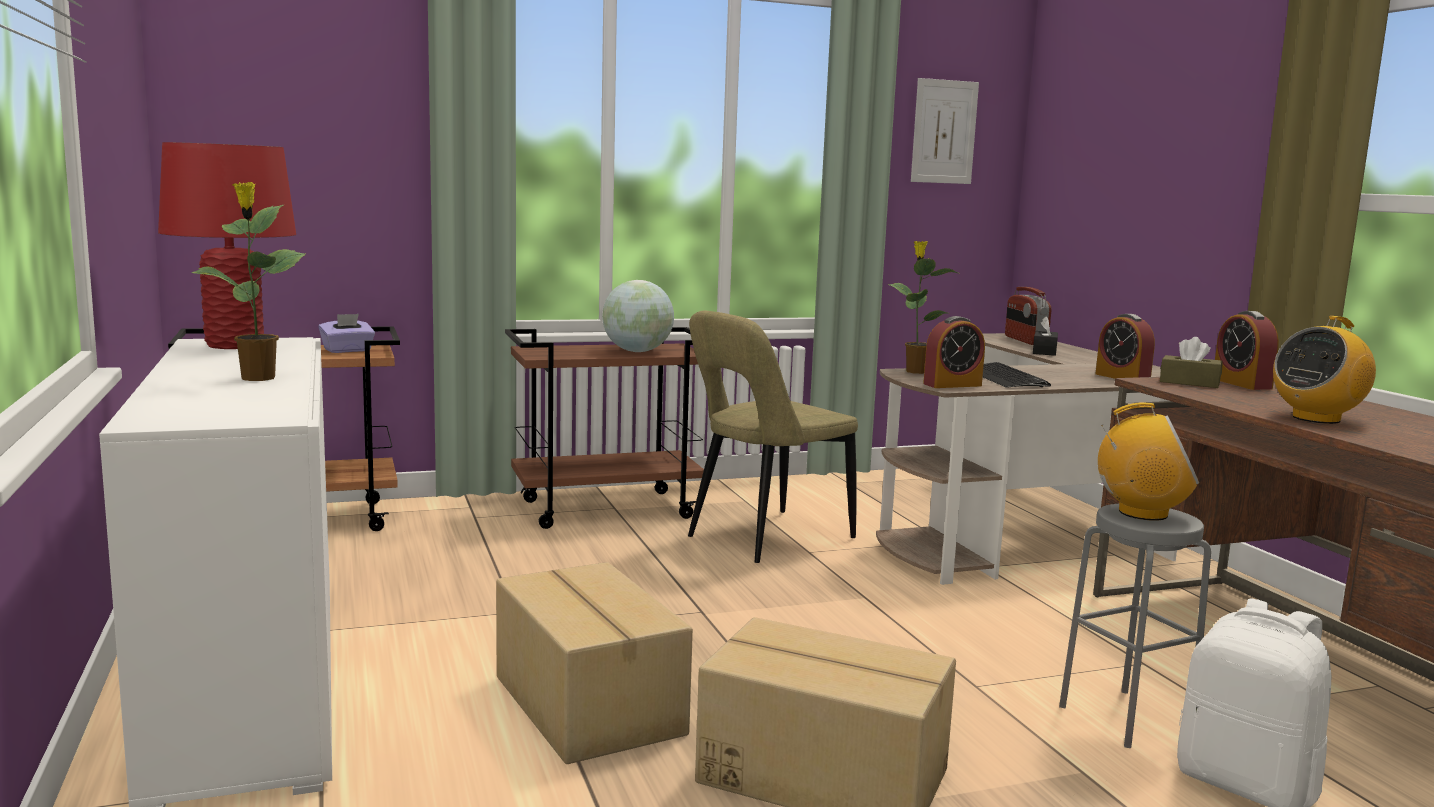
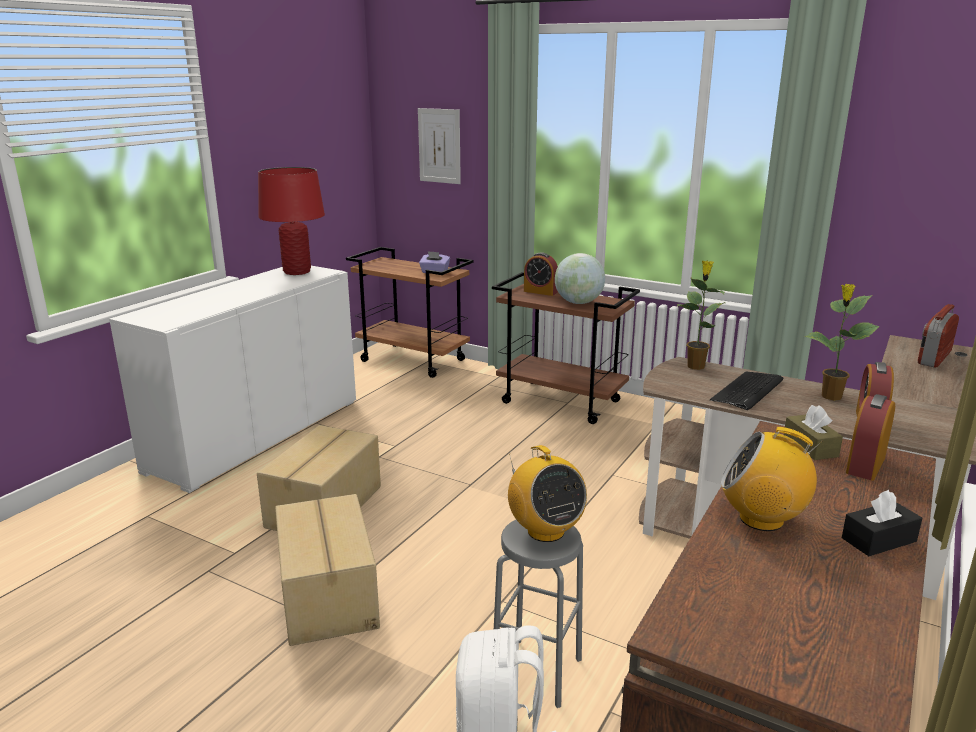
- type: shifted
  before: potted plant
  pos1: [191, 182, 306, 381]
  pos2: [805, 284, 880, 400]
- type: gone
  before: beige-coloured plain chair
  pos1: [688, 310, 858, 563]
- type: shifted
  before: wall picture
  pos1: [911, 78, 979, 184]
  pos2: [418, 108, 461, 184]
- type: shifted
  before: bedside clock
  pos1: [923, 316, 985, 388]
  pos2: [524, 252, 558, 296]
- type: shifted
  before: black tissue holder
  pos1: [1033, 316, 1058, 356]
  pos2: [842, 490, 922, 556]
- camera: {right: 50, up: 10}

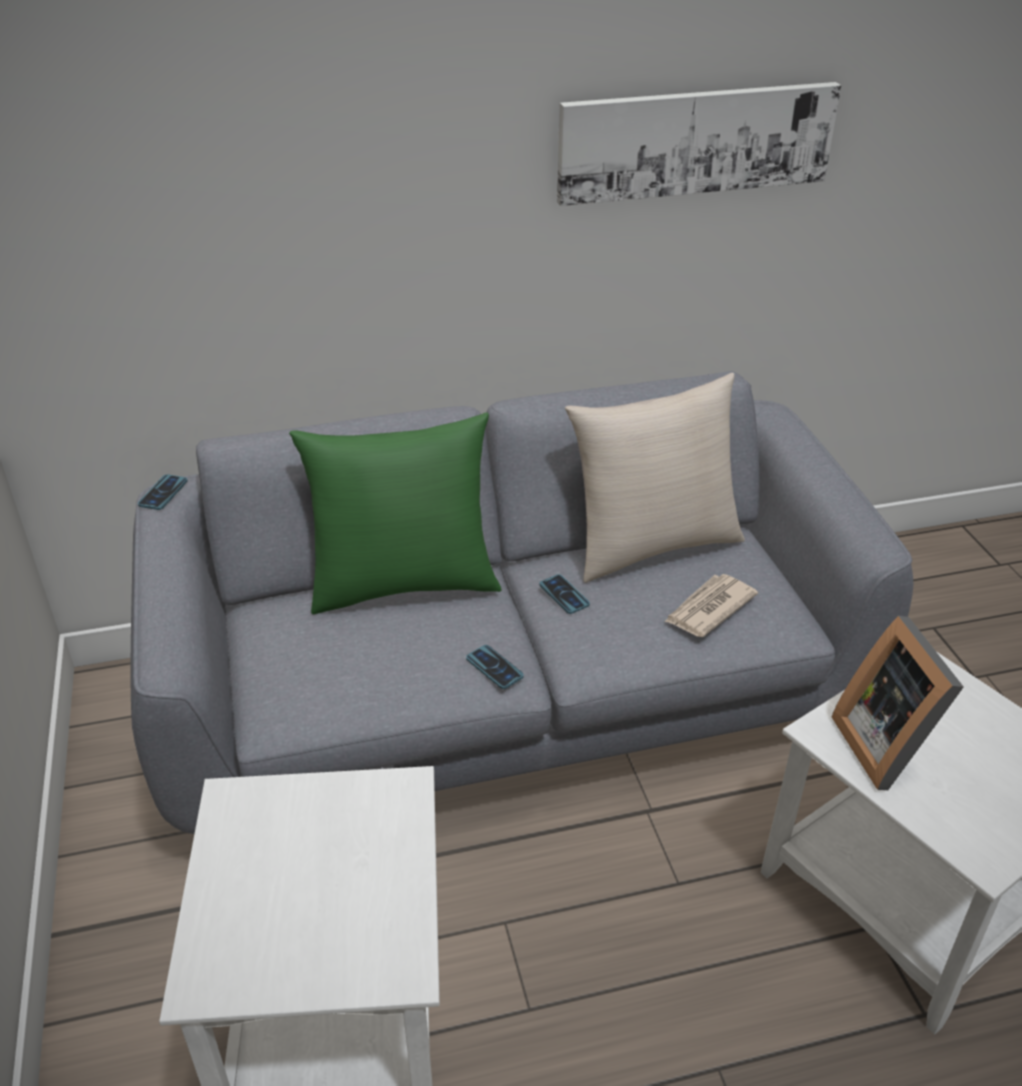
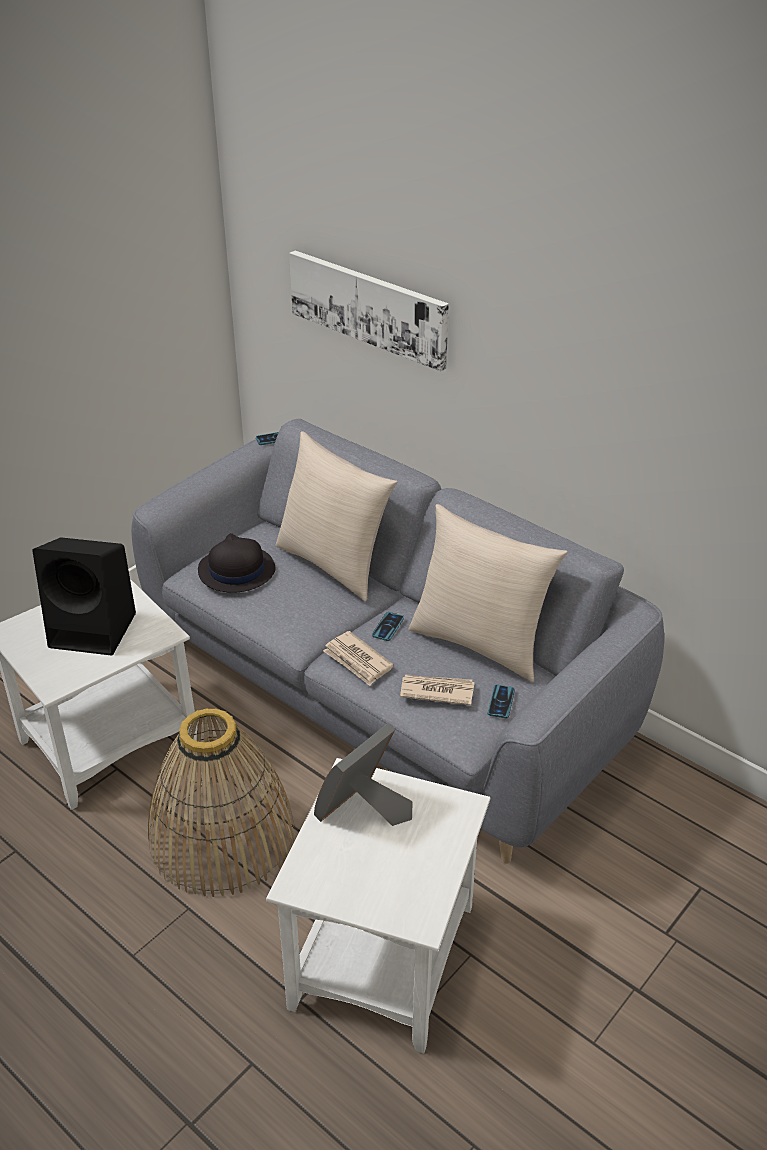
- type: repainted
  before: green-coloured pillow
  after: beige-coloured pillow
  pos1: [289, 412, 502, 614]
  pos2: [276, 431, 397, 601]
- type: shifted
  before: telephone
  pos1: [466, 645, 524, 689]
  pos2: [488, 684, 515, 718]
- type: shifted
  before: wall picture
  pos1: [557, 82, 841, 206]
  pos2: [289, 250, 449, 371]
- type: new
  after: black audio speaker
  pos2: [32, 537, 136, 656]
- type: new
  after: basket
  pos2: [148, 708, 294, 897]
- type: new
  after: black clothing hat
  pos2: [198, 533, 275, 593]
- type: new
  after: printed paper
  pos2: [323, 631, 394, 686]
- camera: {right: 55, up: 0}

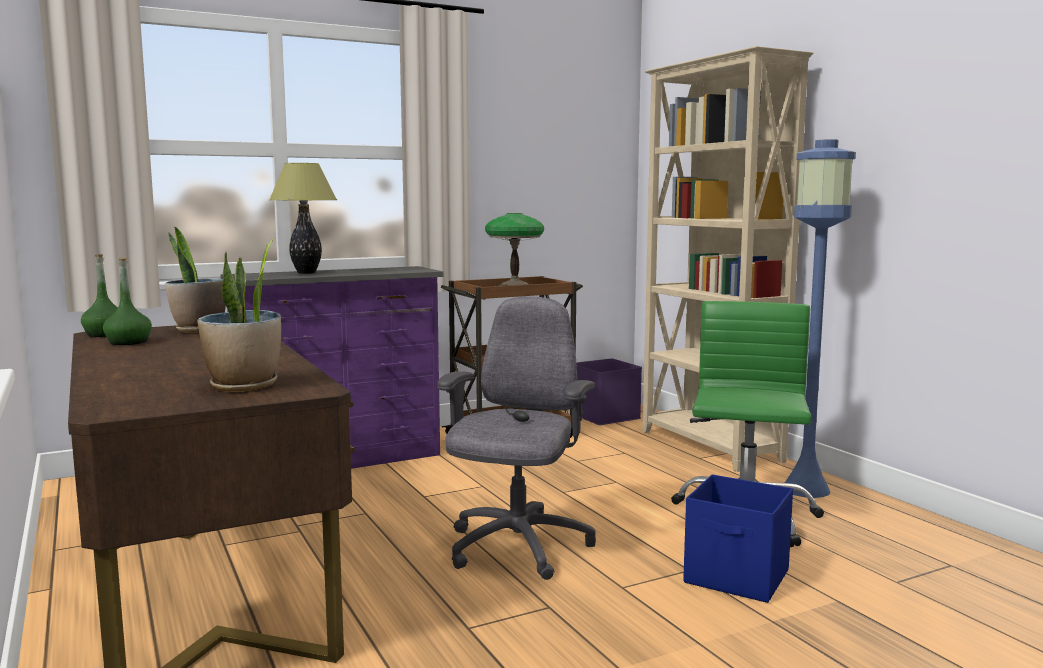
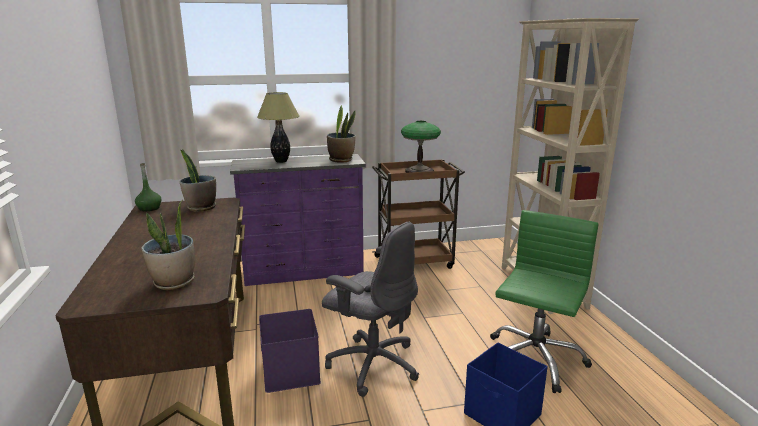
- type: gone
  before: green-coloured bottle
  pos1: [103, 257, 152, 345]
- type: rotated
  before: grey computer chair
  pos1: [437, 296, 596, 580]
  pos2: [322, 222, 419, 397]
  turn: 90
- type: shifted
  before: purple storage box
  pos1: [576, 358, 642, 425]
  pos2: [259, 309, 321, 393]
- type: gone
  before: blue-coloured standing lamp
  pos1: [785, 139, 856, 498]
- type: new
  after: potted plant
  pos2: [327, 105, 356, 163]
- camera: {right: 15, up: 10}

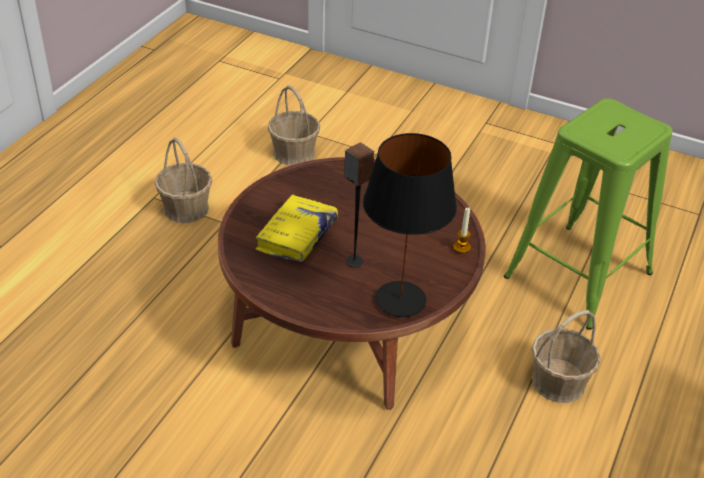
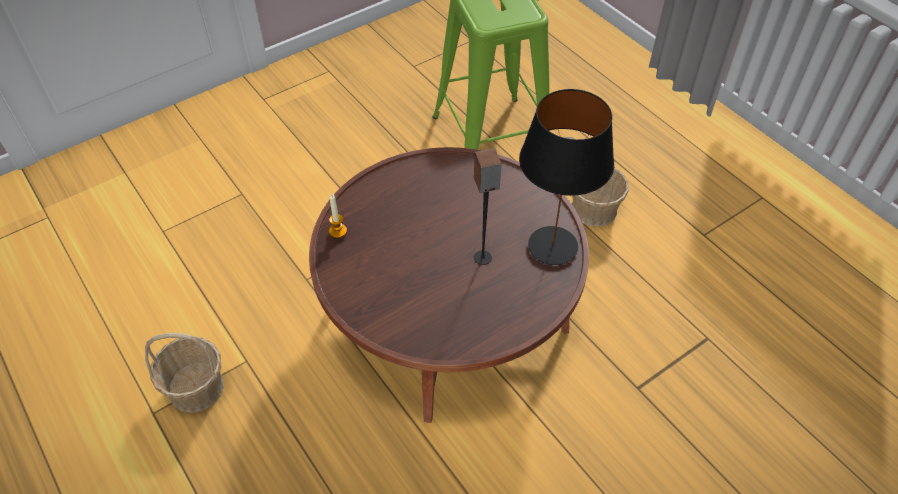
- type: gone
  before: yellow-coloured volume
  pos1: [255, 195, 338, 262]
- type: gone
  before: basket
  pos1: [268, 85, 320, 166]
- type: shifted
  before: candle
  pos1: [453, 207, 471, 253]
  pos2: [329, 195, 347, 238]
- camera: {right: -60, up: 10}

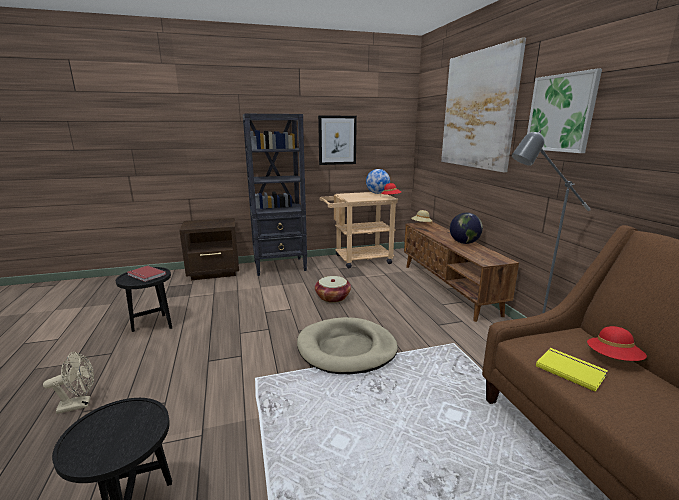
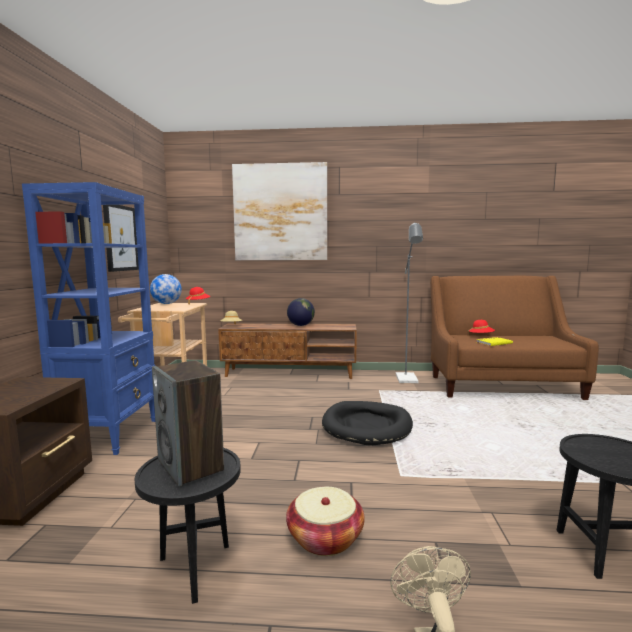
- type: swapped
  before: red-coloured volume
  after: audio speaker
  pos1: [127, 266, 166, 282]
  pos2: [152, 360, 224, 487]
- type: repainted
  before: black bookcase
  after: blue-coloured bookcase
  pos1: [243, 114, 307, 276]
  pos2: [22, 182, 155, 455]
- type: repainted
  before: beige-coloured dog cushion
  after: black dog cushion
  pos1: [297, 317, 398, 374]
  pos2: [322, 401, 413, 445]
- type: shifted
  before: basket
  pos1: [315, 276, 351, 303]
  pos2: [286, 487, 365, 556]
- type: gone
  before: wall picture
  pos1: [527, 68, 602, 153]
- camera: {right: -70, up: -10}

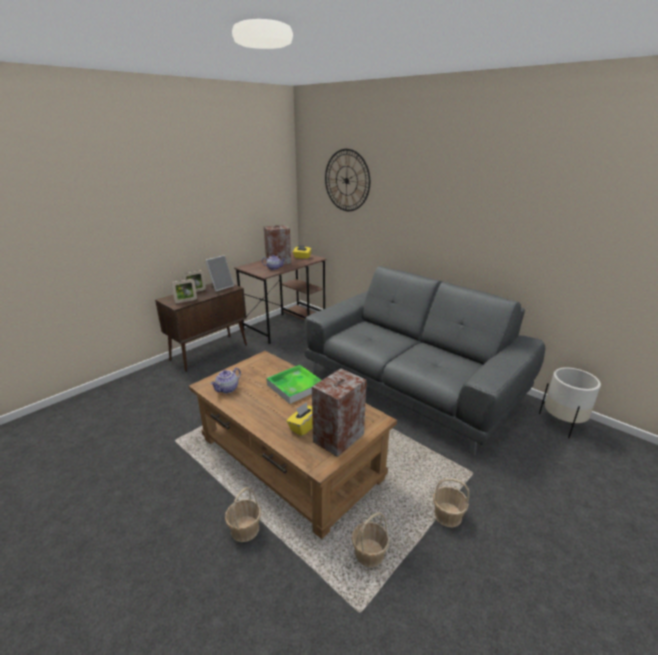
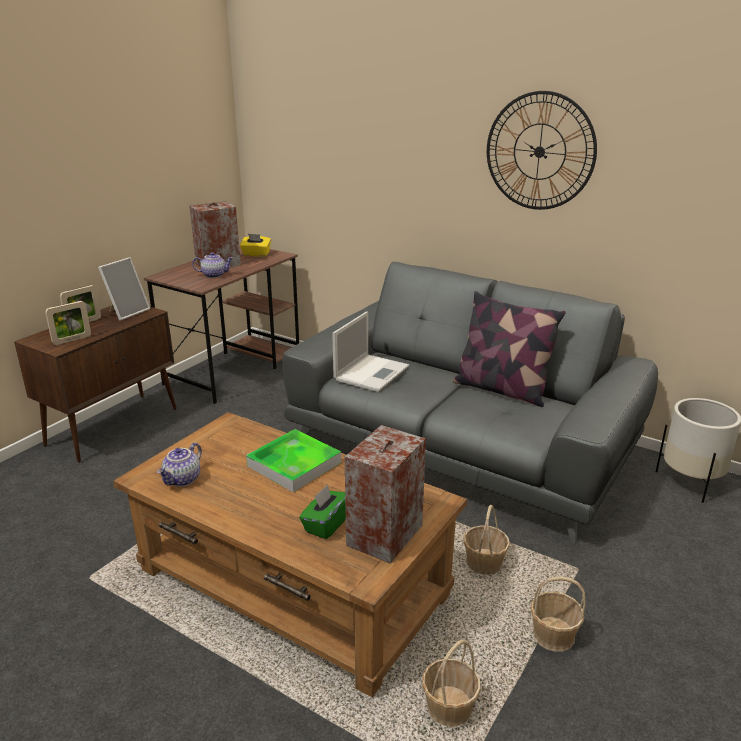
- type: shifted
  before: basket
  pos1: [225, 487, 261, 542]
  pos2: [463, 505, 510, 575]
- type: repainted
  before: yellow-coloured tissue holder
  after: green-coloured tissue holder
  pos1: [286, 402, 313, 436]
  pos2: [299, 485, 346, 539]
- type: shifted
  before: wall clock
  pos1: [325, 149, 370, 211]
  pos2: [487, 91, 597, 210]
- type: new
  after: notebook computer
  pos2: [332, 311, 409, 392]
- type: new
  after: pillow
  pos2: [453, 291, 566, 407]
- camera: {right: -10, up: 0}

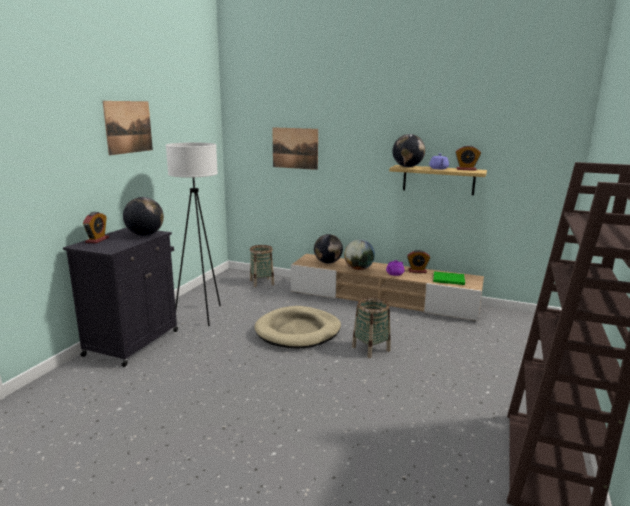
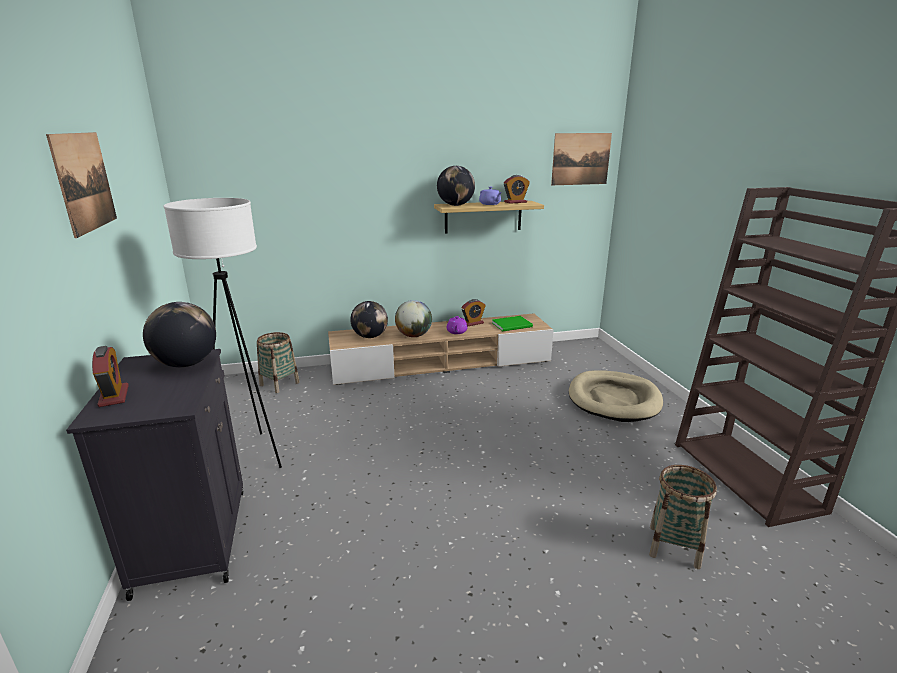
- type: shifted
  before: beige-coloured dog cushion
  pos1: [254, 306, 341, 348]
  pos2: [569, 370, 663, 422]
- type: shifted
  before: wall picture
  pos1: [272, 127, 318, 170]
  pos2: [551, 133, 612, 185]
- type: shifted
  before: basket
  pos1: [352, 297, 390, 358]
  pos2: [649, 465, 717, 569]
- camera: {right: -35, up: 5}

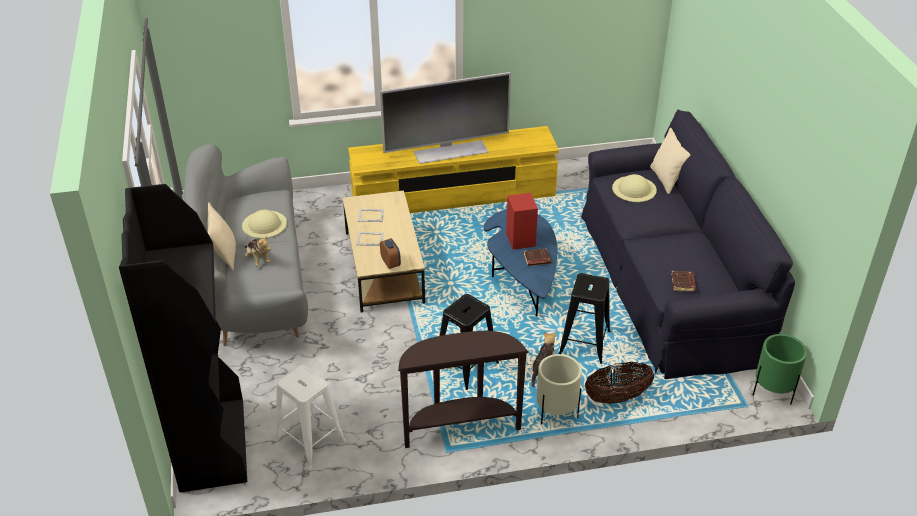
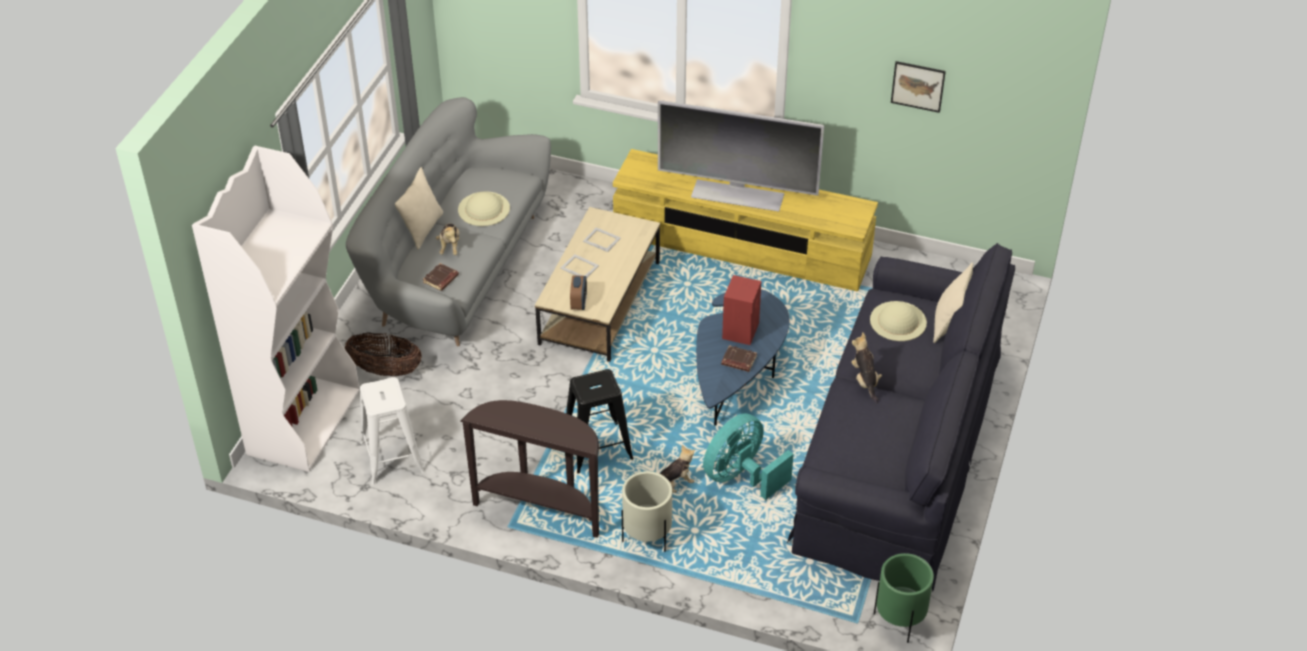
- type: repainted
  before: black bookcase
  after: whitish bookcase
  pos1: [119, 184, 247, 492]
  pos2: [192, 146, 360, 472]
- type: swapped
  before: black stool seat
  after: turquoise fan
  pos1: [559, 273, 611, 364]
  pos2: [703, 413, 794, 500]
- type: shifted
  before: basket
  pos1: [585, 362, 654, 404]
  pos2: [344, 332, 422, 377]
- type: shifted
  before: brownish volume
  pos1: [671, 271, 696, 291]
  pos2: [423, 263, 459, 291]
- type: new
  after: cuddly toy
  pos2: [852, 332, 882, 403]
- type: new
  after: wall picture
  pos2: [891, 61, 946, 113]
- camera: {right: 30, up: 5}

